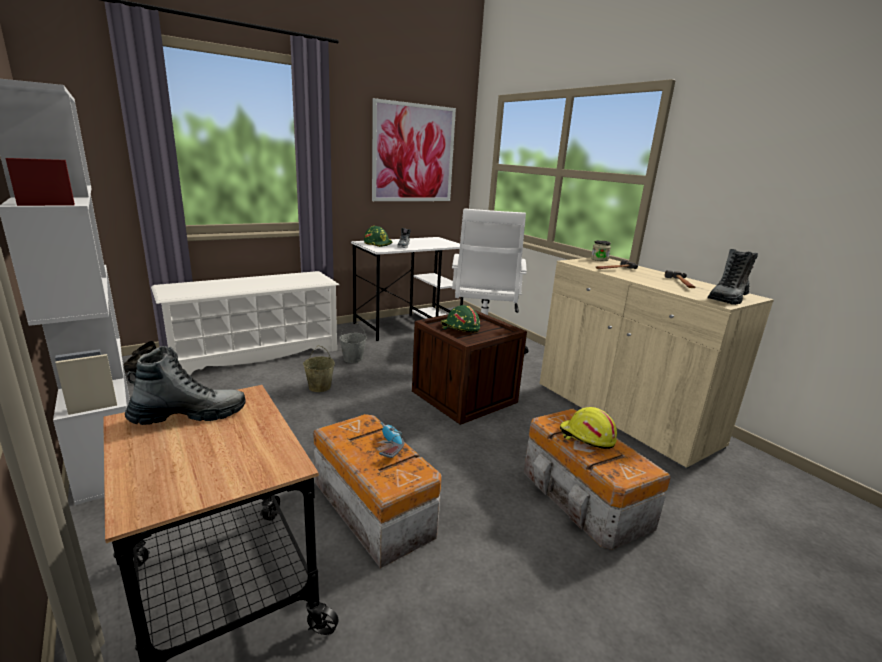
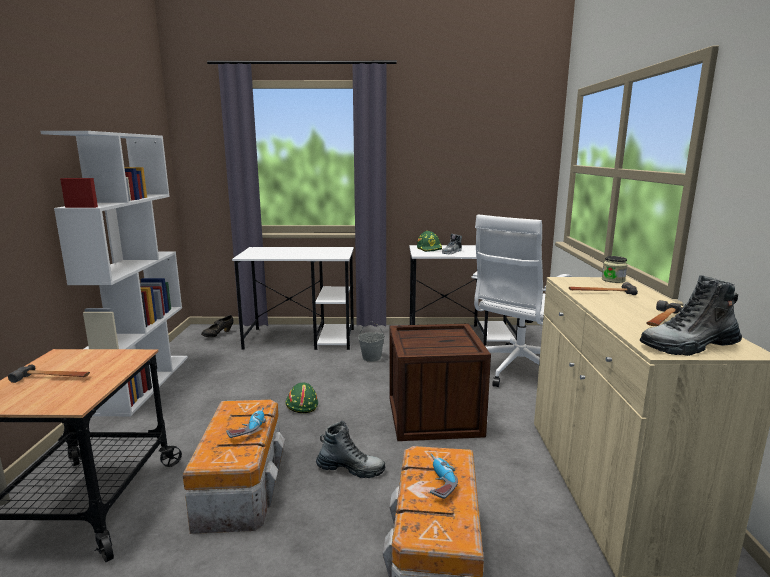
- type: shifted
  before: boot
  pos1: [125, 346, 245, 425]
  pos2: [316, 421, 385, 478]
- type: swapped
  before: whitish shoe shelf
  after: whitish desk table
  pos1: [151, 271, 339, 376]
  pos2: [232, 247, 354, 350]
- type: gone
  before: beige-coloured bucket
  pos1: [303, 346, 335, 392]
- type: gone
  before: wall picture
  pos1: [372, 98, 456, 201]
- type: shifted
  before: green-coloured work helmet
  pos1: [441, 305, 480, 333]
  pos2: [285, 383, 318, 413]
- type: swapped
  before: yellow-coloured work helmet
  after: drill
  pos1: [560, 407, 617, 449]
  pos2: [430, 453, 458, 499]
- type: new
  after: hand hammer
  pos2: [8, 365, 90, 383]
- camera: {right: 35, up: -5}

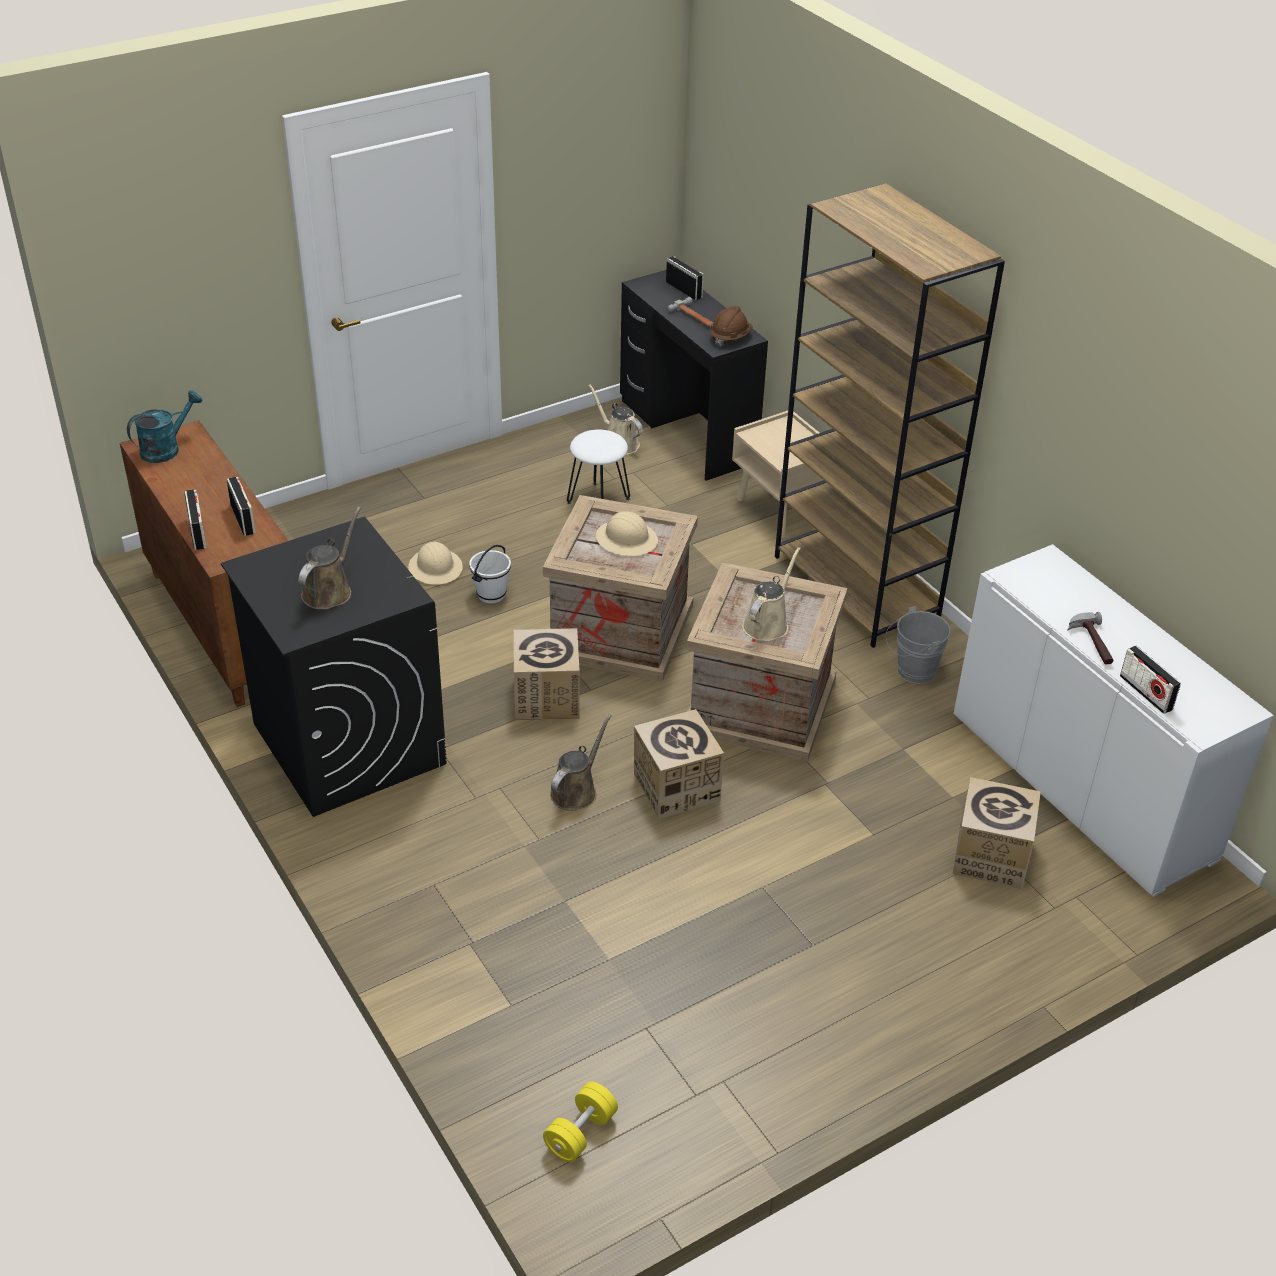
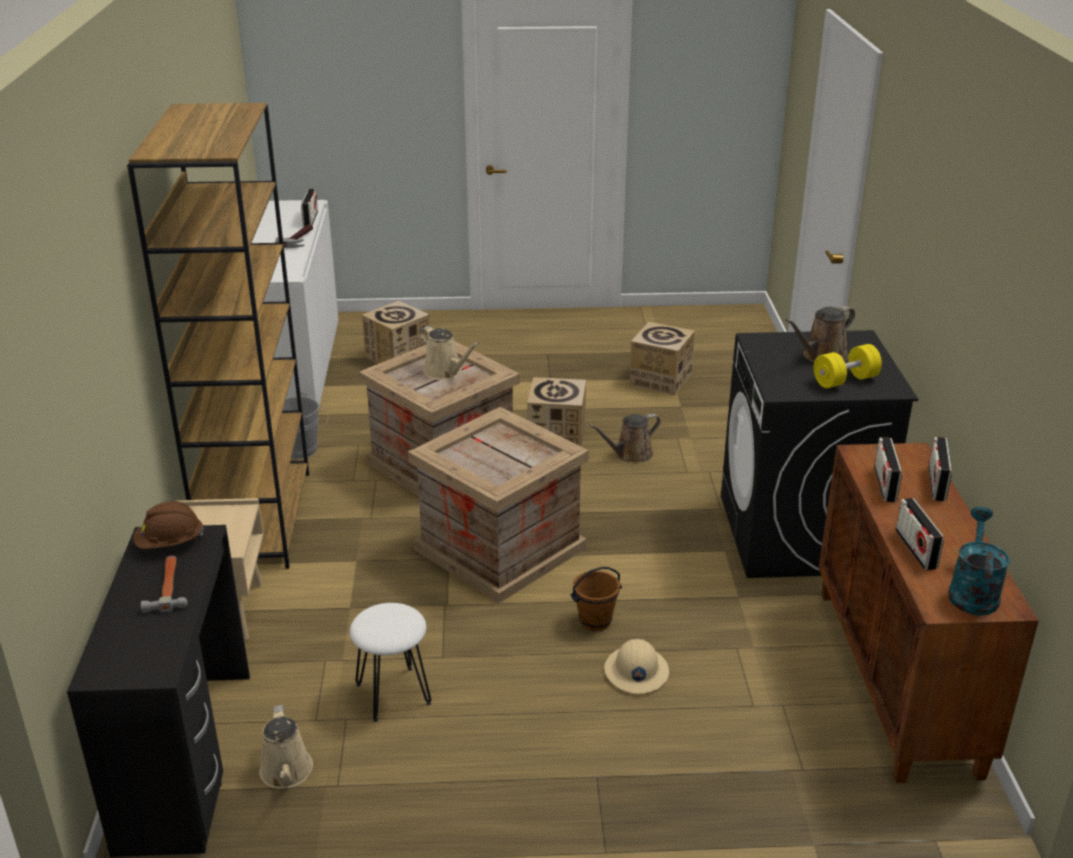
- type: rotated
  before: turquoise sprinkling can
  pos1: [127, 390, 202, 463]
  pos2: [948, 507, 1010, 615]
  turn: 120
- type: repainted
  before: whitish bucket
  after: brownish bucket
  pos1: [469, 545, 511, 604]
  pos2: [570, 567, 622, 631]
- type: shifted
  before: cardboard box
  pos1: [513, 628, 580, 720]
  pos2: [630, 322, 695, 395]
- type: shifted
  before: yellow-coloured hand weight
  pos1: [543, 1082, 618, 1162]
  pos2: [814, 344, 882, 388]
- type: gone
  before: beige-coloured work helmet
  pos1: [596, 511, 658, 556]
- type: shifted
  before: radio receiver
  pos1: [666, 256, 704, 300]
  pos2: [896, 498, 944, 570]
- type: rotated
  before: beige-coloured sprinkling can
  pos1: [742, 547, 801, 641]
  pos2: [419, 326, 480, 380]
  turn: -105
- camera: {right: -150, up: -10}

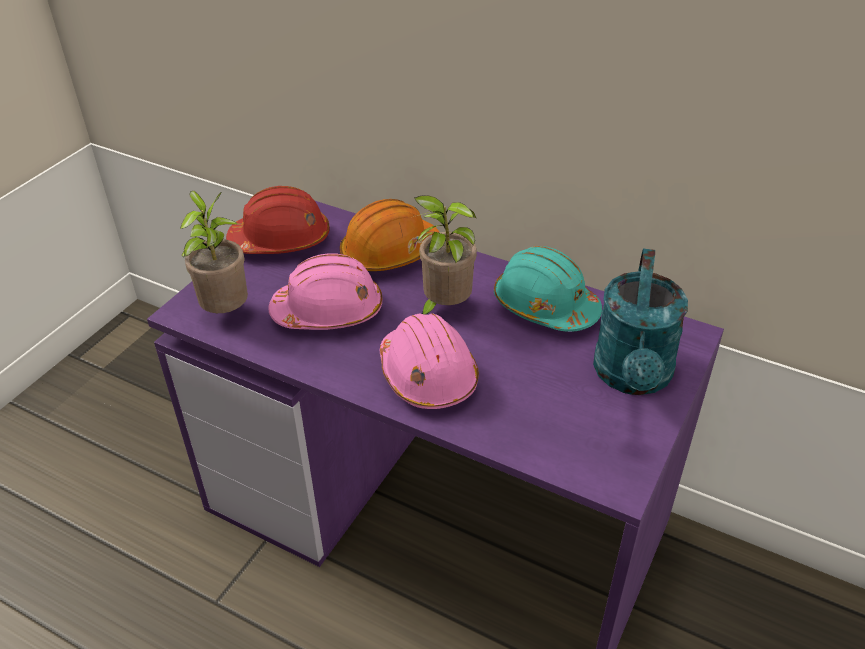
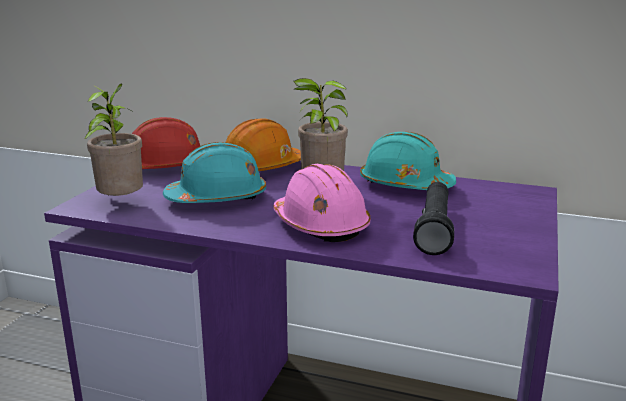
- type: repainted
  before: pink work helmet
  after: turquoise work helmet
  pos1: [269, 253, 383, 330]
  pos2: [163, 142, 266, 203]
- type: gone
  before: turquoise sprinkling can
  pos1: [593, 249, 688, 395]
- type: new
  after: black hand torch
  pos2: [413, 182, 454, 255]
- camera: {right: -10, up: -20}

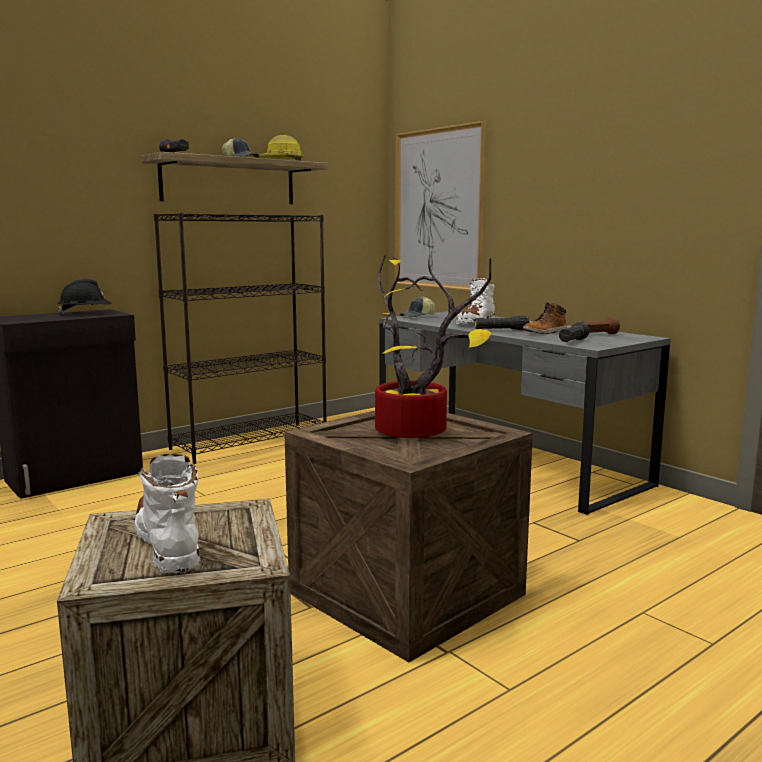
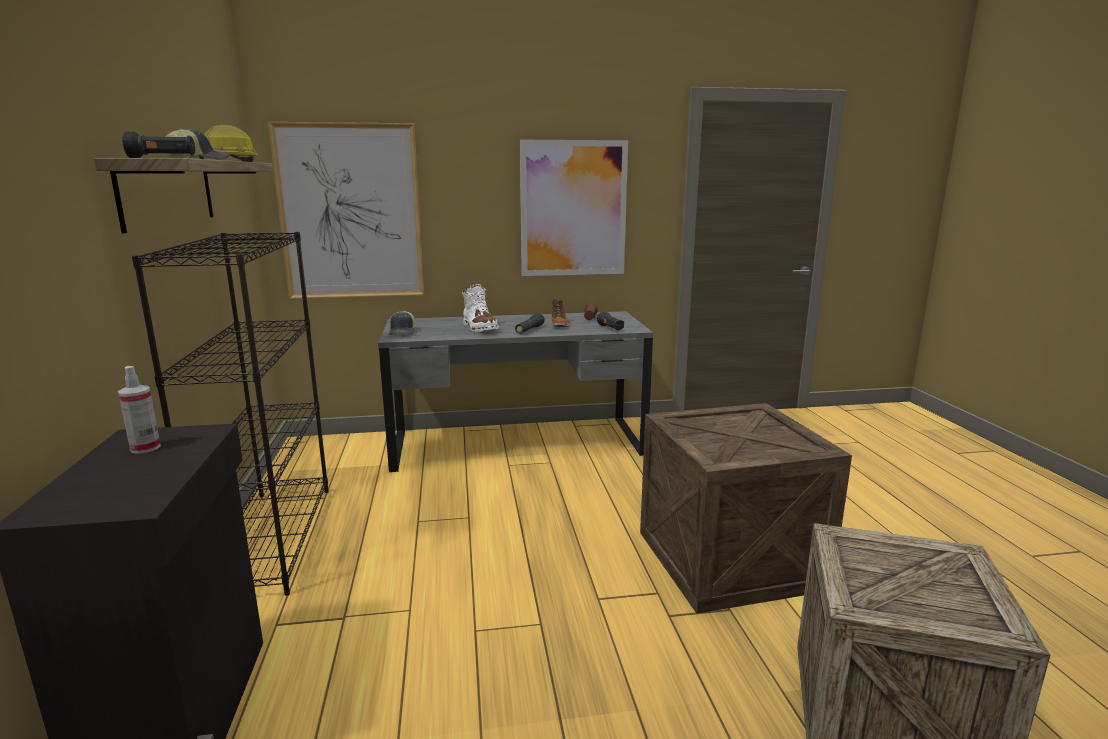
- type: swapped
  before: black work helmet
  after: hand sprayer
  pos1: [57, 279, 112, 314]
  pos2: [118, 366, 161, 454]
- type: gone
  before: whitish boot
  pos1: [135, 454, 200, 573]
- type: gone
  before: potted plant
  pos1: [375, 255, 491, 438]
- type: new
  after: wall picture
  pos2: [520, 140, 628, 276]
- camera: {right: -60, up: 5}

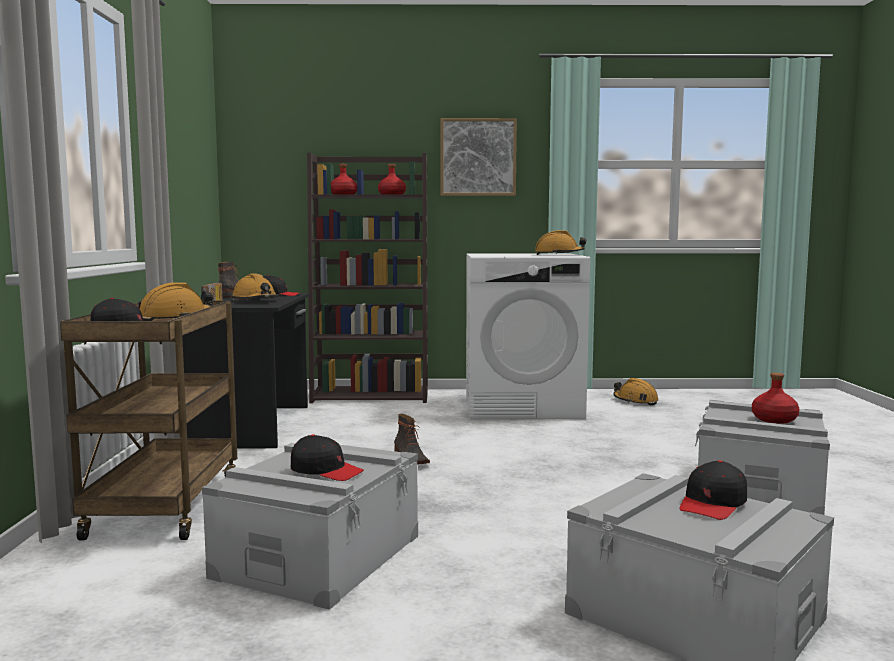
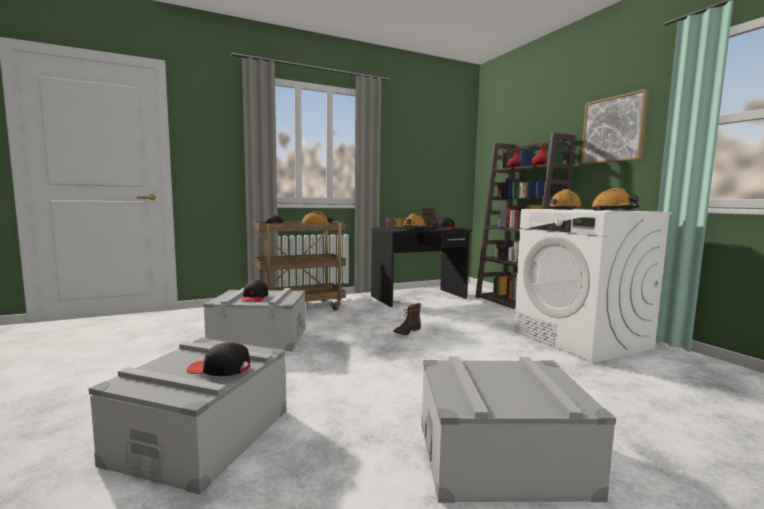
- type: shifted
  before: orange-coloured work helmet
  pos1: [613, 378, 659, 405]
  pos2: [548, 189, 583, 210]
- type: gone
  before: red-coloured bottle
  pos1: [752, 373, 800, 424]
- camera: {right: 65, up: 0}

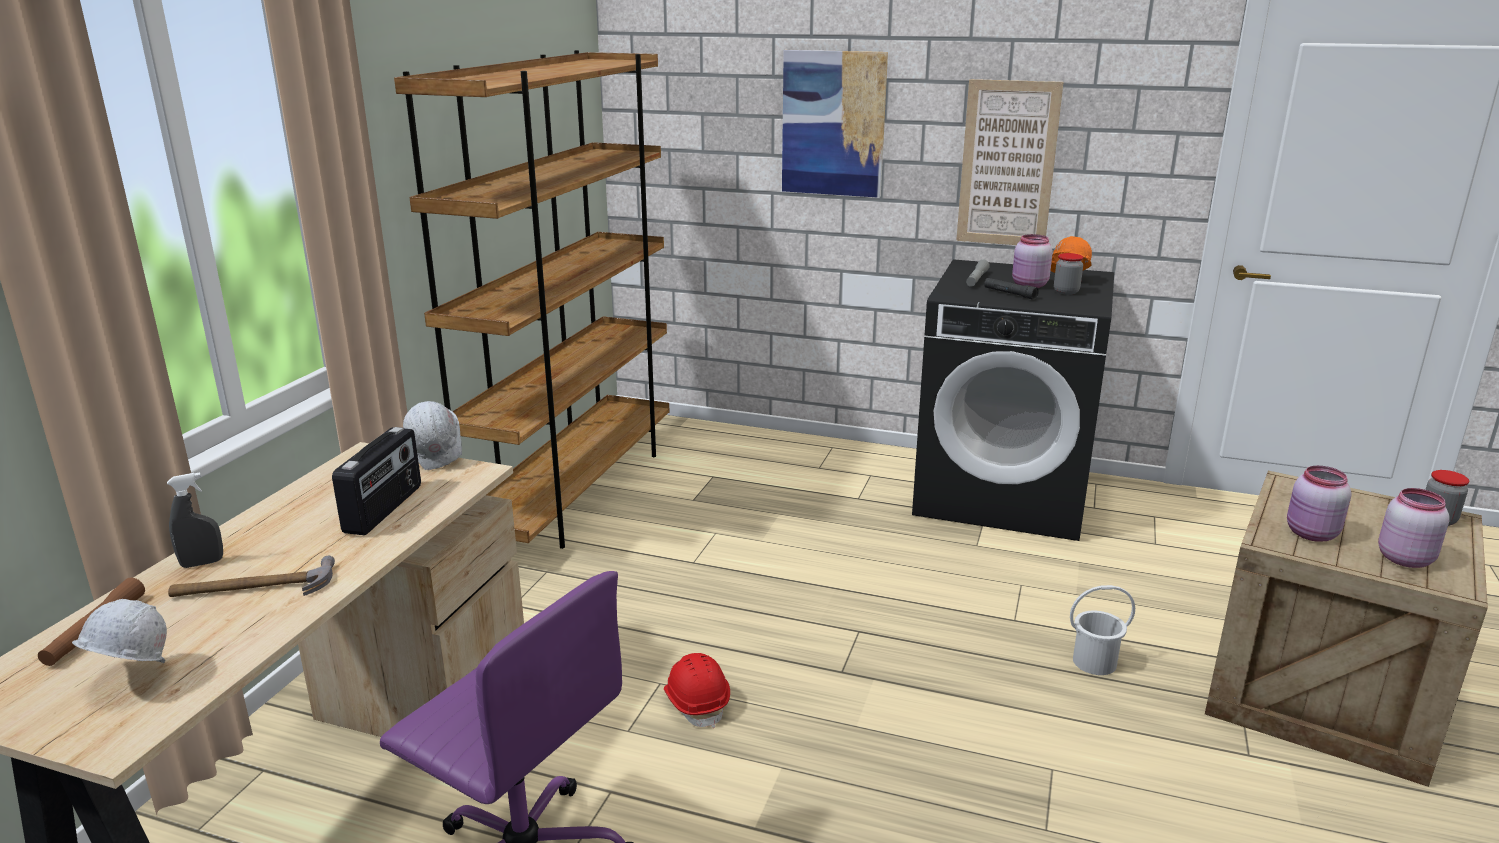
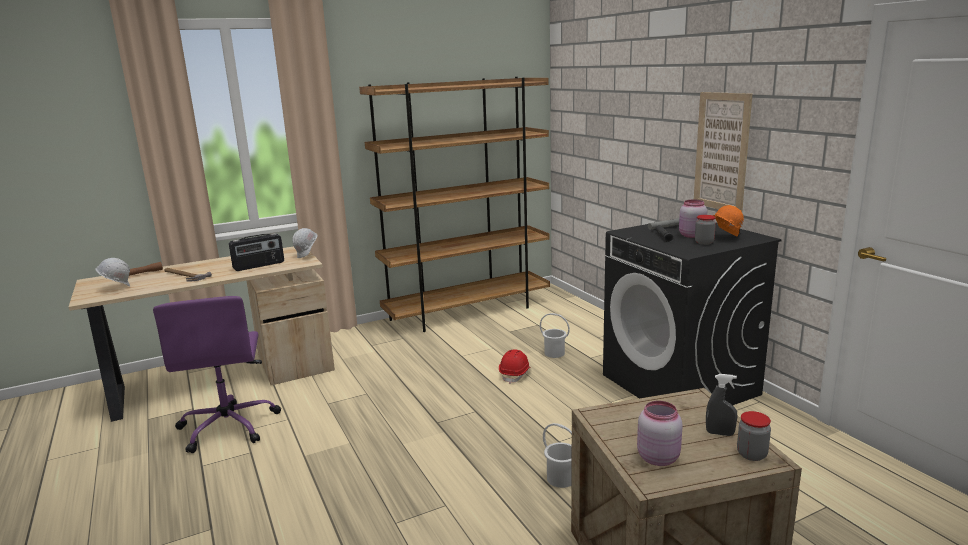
- type: shifted
  before: grey hand sprayer
  pos1: [167, 473, 223, 568]
  pos2: [706, 374, 737, 436]
- type: shifted
  before: red-coloured work helmet
  pos1: [664, 653, 730, 728]
  pos2: [499, 349, 530, 384]
- type: gone
  before: wall picture
  pos1: [782, 50, 888, 198]
- type: gone
  before: pink storage jar
  pos1: [1287, 466, 1351, 542]
- type: new
  after: whitish bucket
  pos2: [540, 313, 570, 358]
- camera: {right: 45, up: -5}

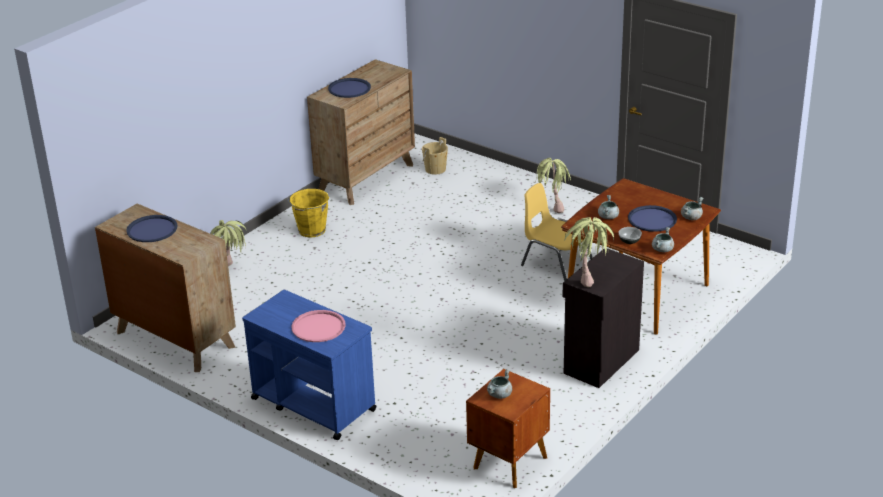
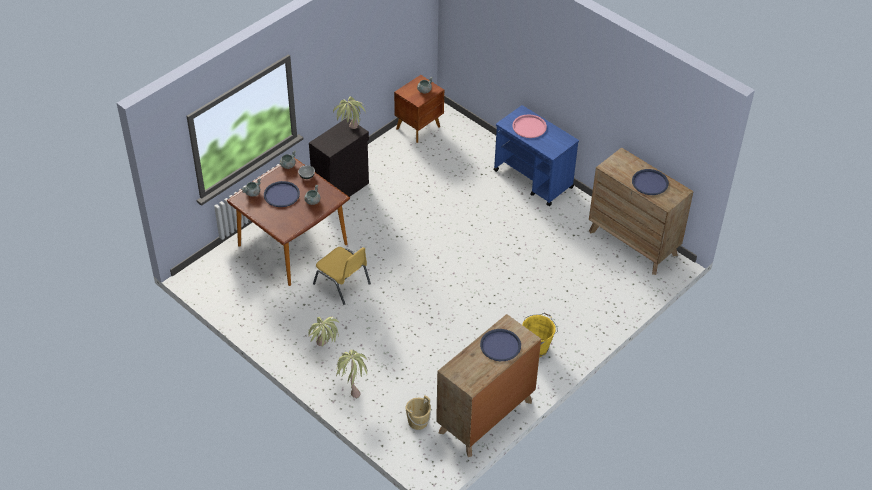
- type: shifted
  before: potted plant
  pos1: [210, 220, 247, 266]
  pos2: [335, 350, 368, 398]
- camera: {right: -175, up: 15}

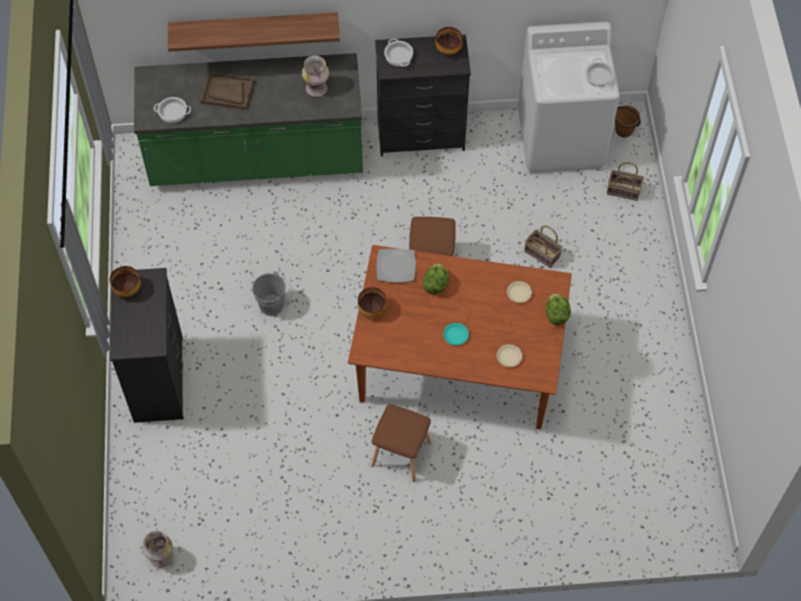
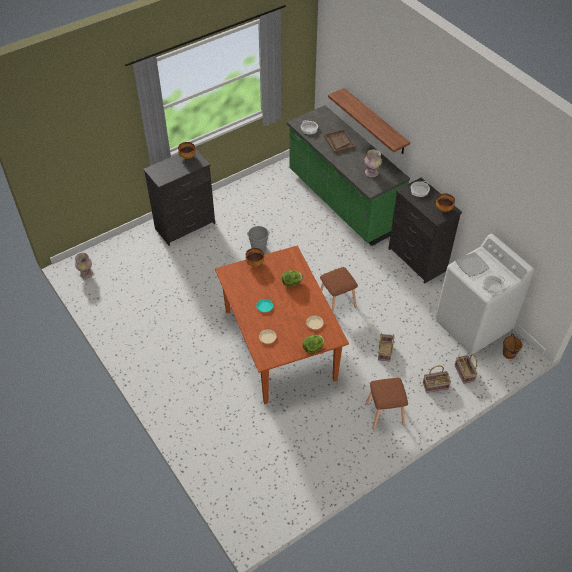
- type: shifted
  before: brownish stool seat
  pos1: [371, 404, 431, 482]
  pos2: [366, 378, 408, 429]
- type: shifted
  before: plate
  pos1: [376, 249, 416, 283]
  pos2: [456, 252, 489, 277]
- type: new
  after: basket
  pos2: [423, 365, 451, 393]
- camera: {right: 60, up: -10}

